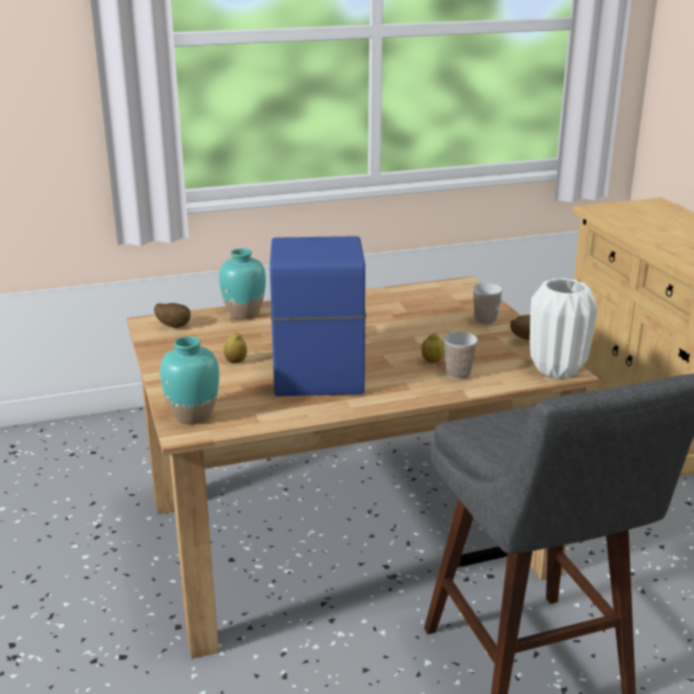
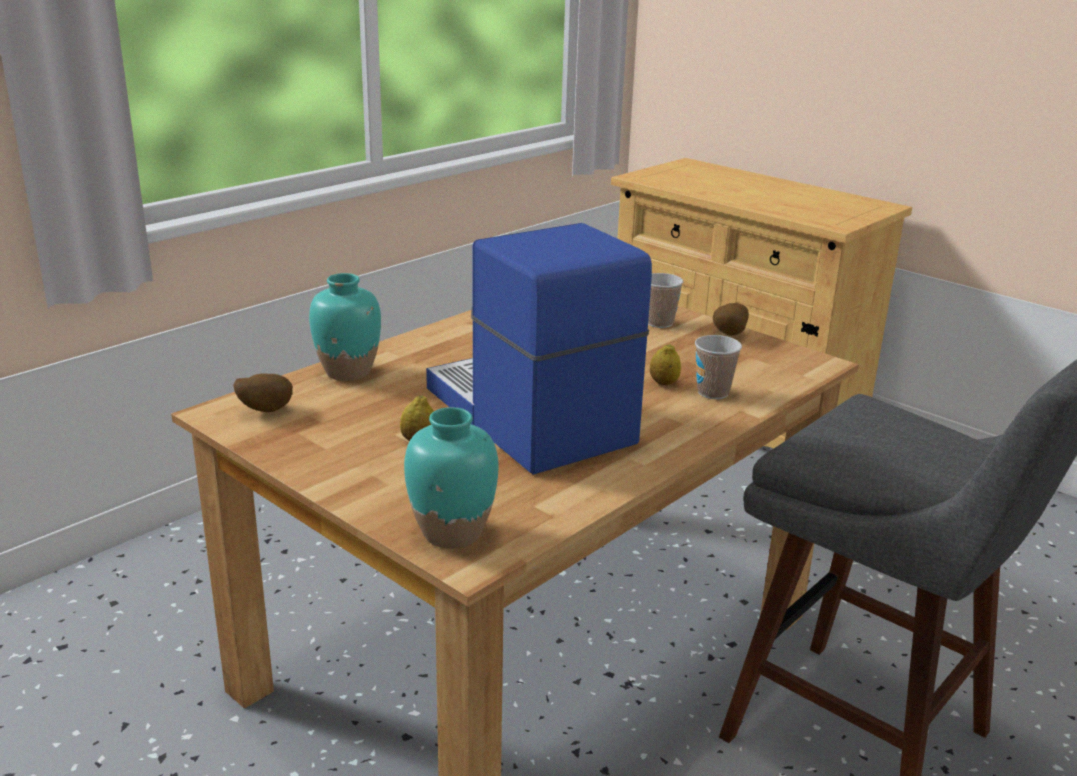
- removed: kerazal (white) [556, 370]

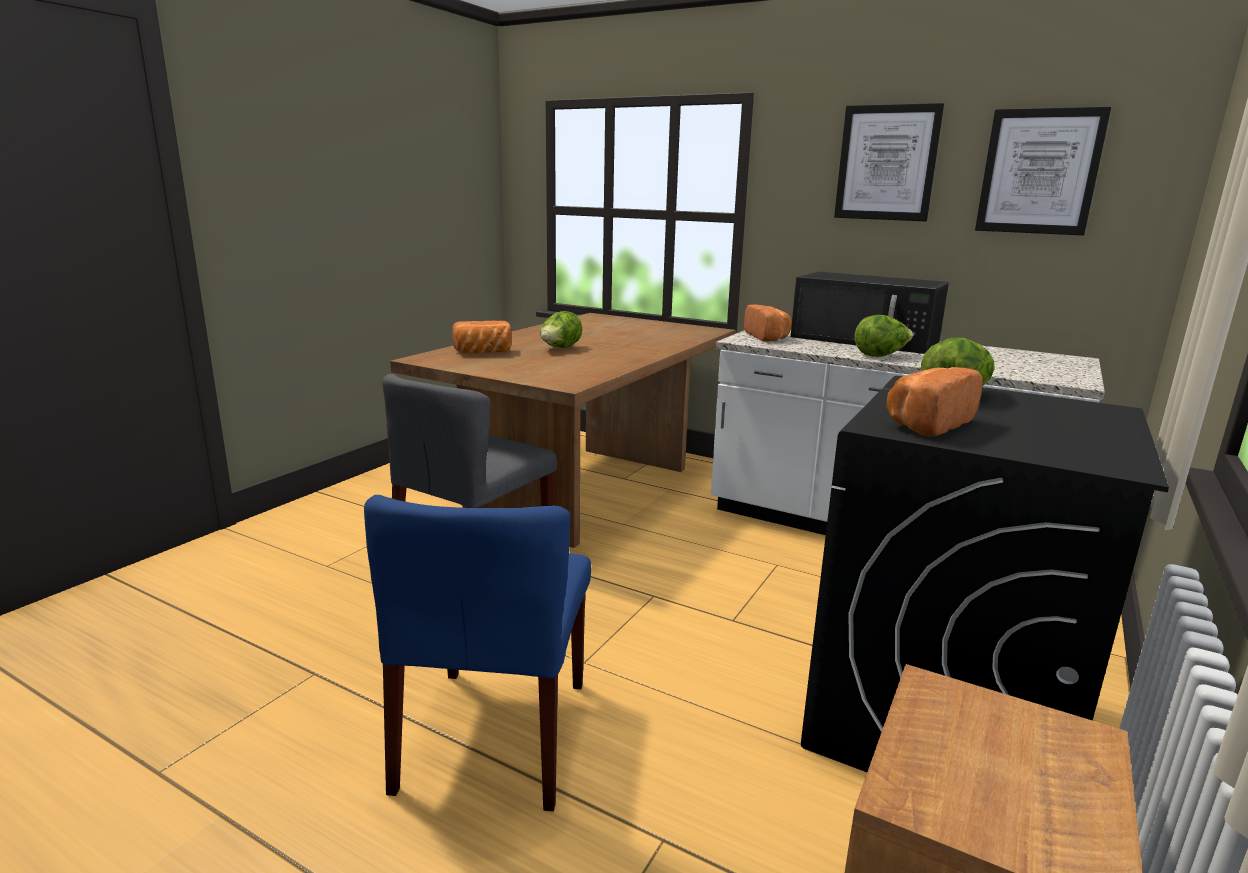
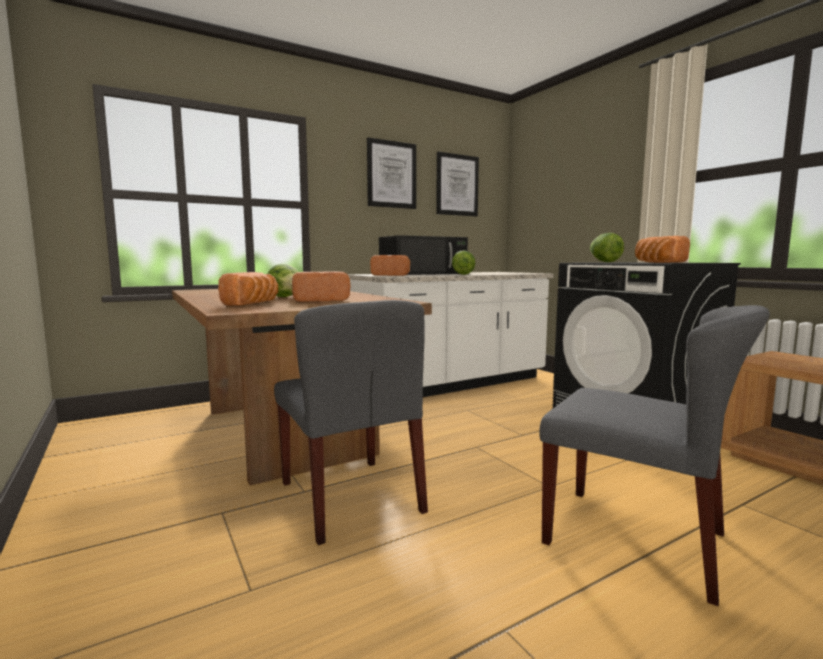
- added: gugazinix [320, 300]
- recoloured: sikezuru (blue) [495, 735] to sikezuru (grey) [636, 538]

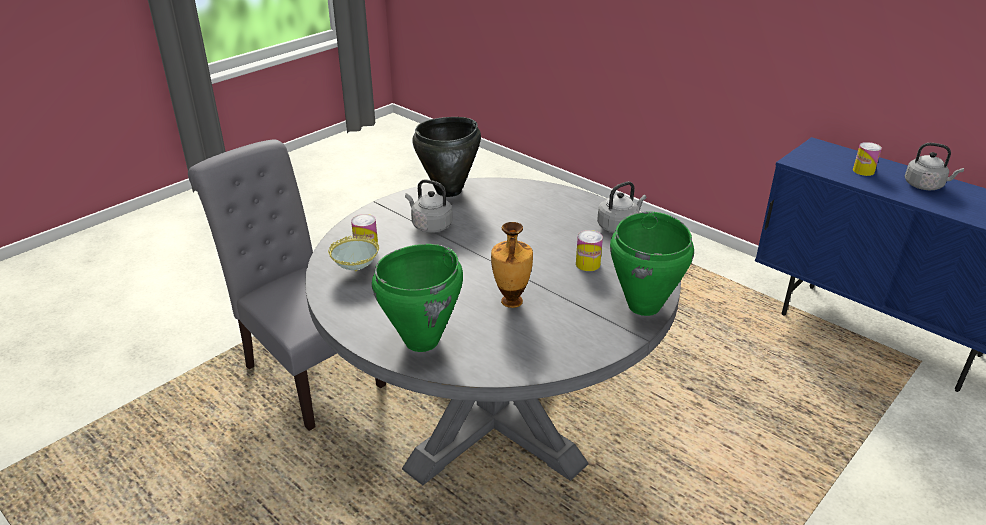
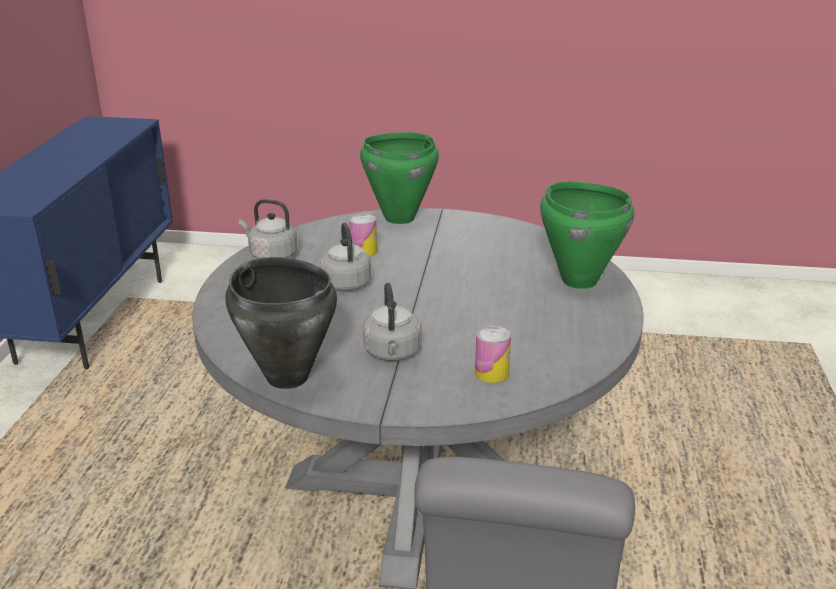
- removed: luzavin [356, 271]
- removed: kerazal [511, 302]
- removed: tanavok [863, 171]
- moved: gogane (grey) [925, 186] to [345, 282]

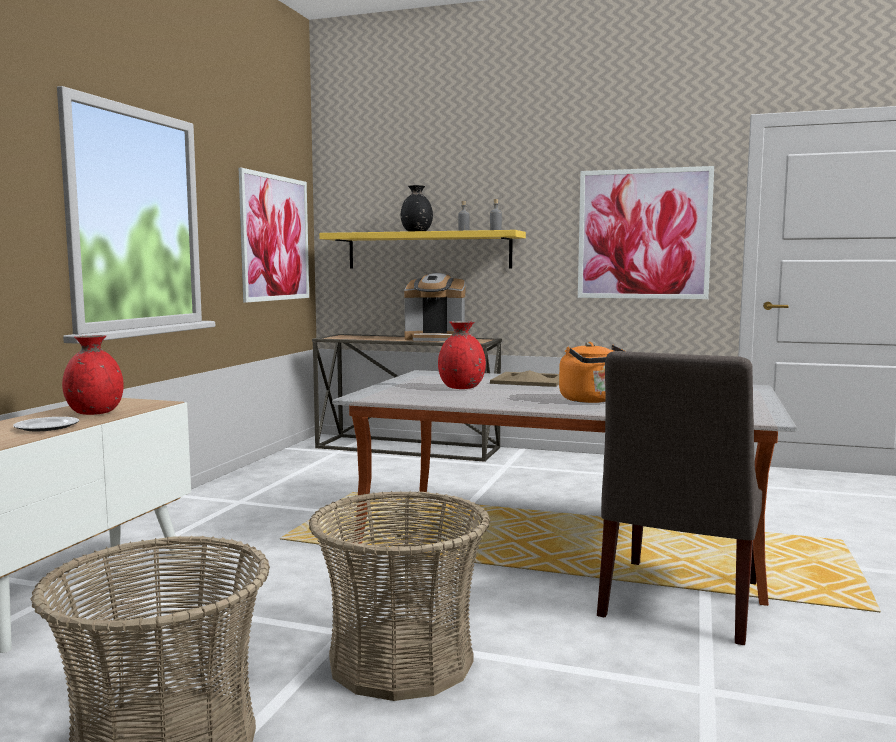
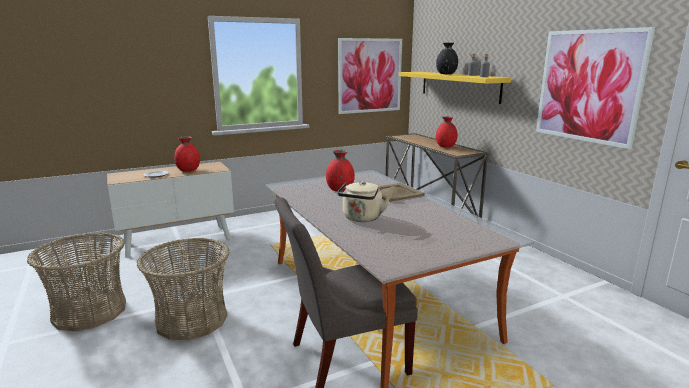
- replaced: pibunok [435, 339] to kerazal (red) [446, 146]
- recoloured: gogane (orange) [592, 400] to gogane (beige) [361, 218]

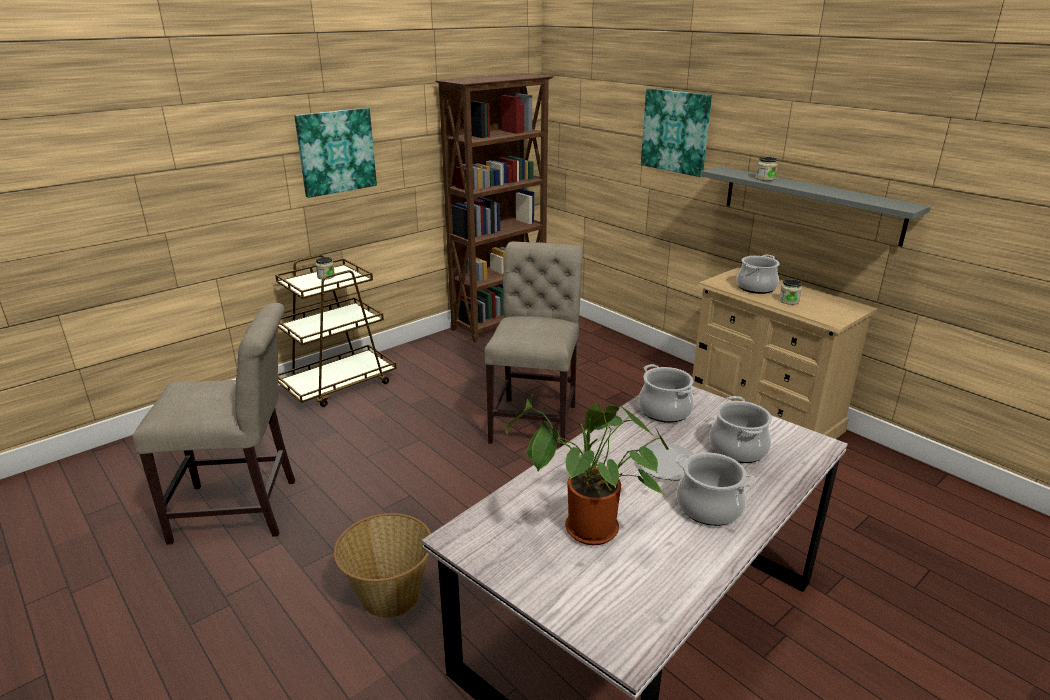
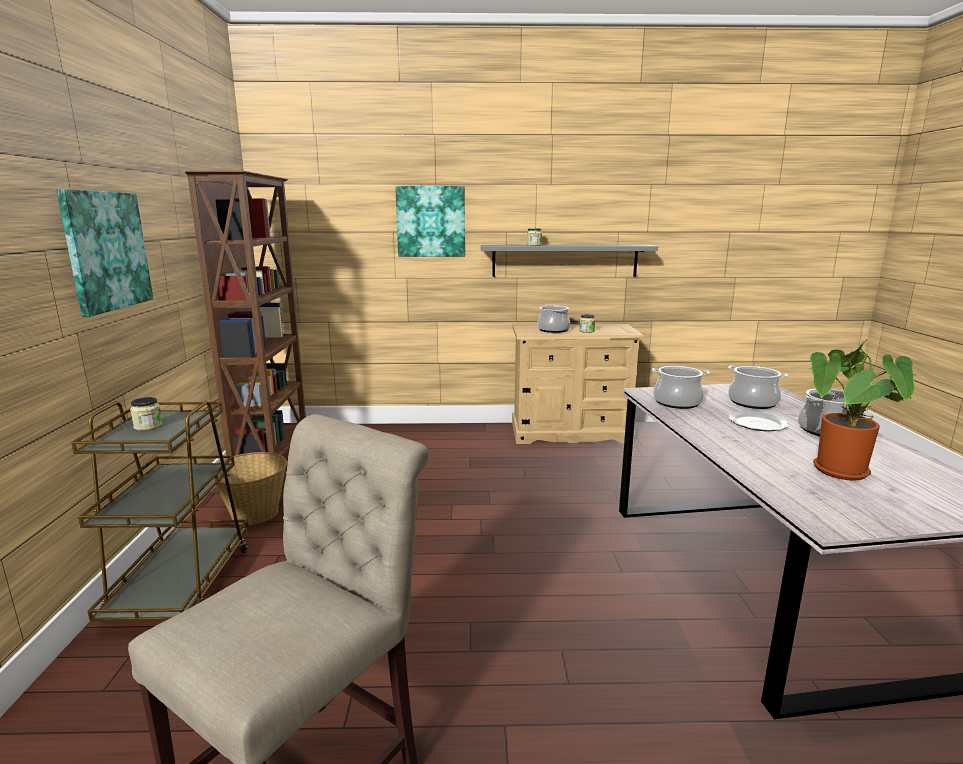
- removed: sikezuru (beige) [536, 420]
- moved: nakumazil [389, 595] to [254, 513]

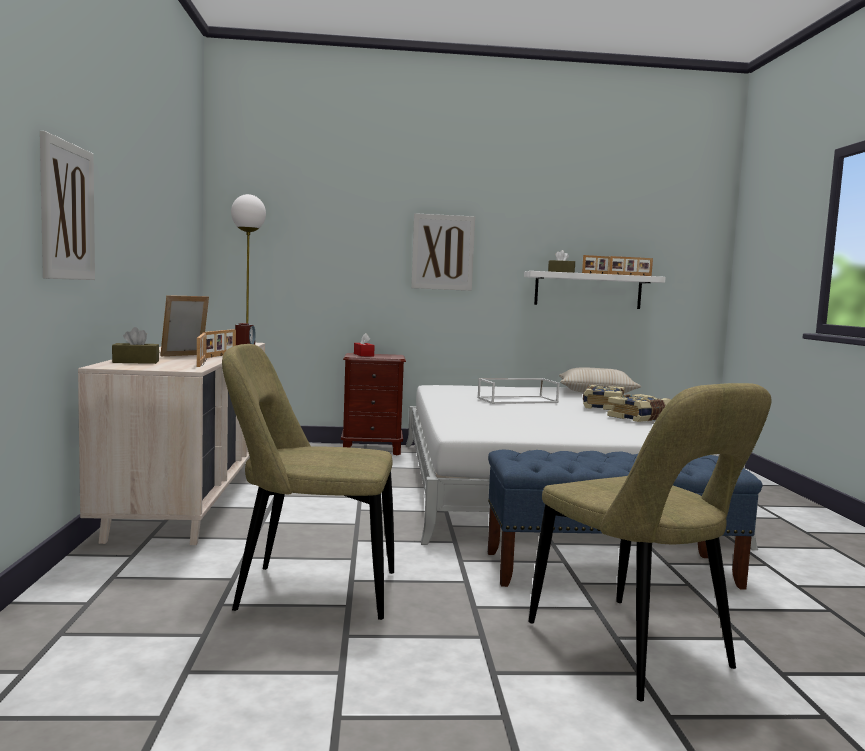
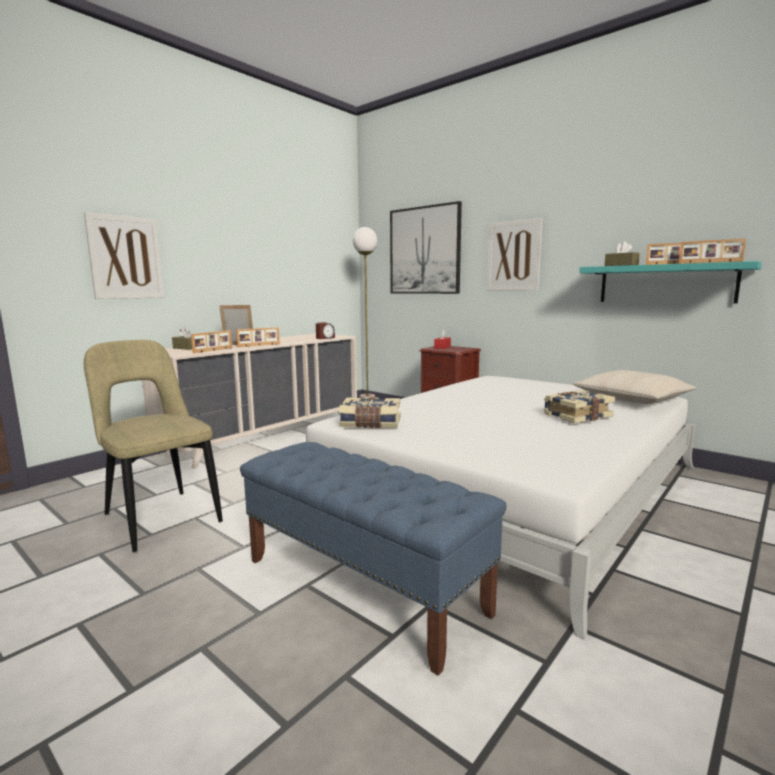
- removed: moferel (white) [517, 400]
- removed: sikezuru (beige) [634, 650]
- added: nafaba [424, 250]
- moved: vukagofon [640, 418] to [370, 424]
- recoloured: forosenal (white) [588, 290] to forosenal (turquoise) [665, 284]

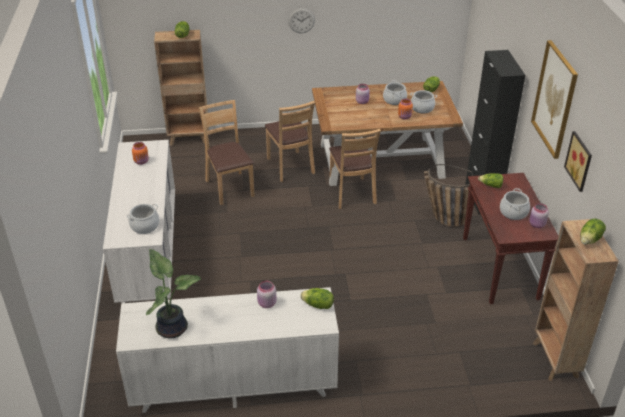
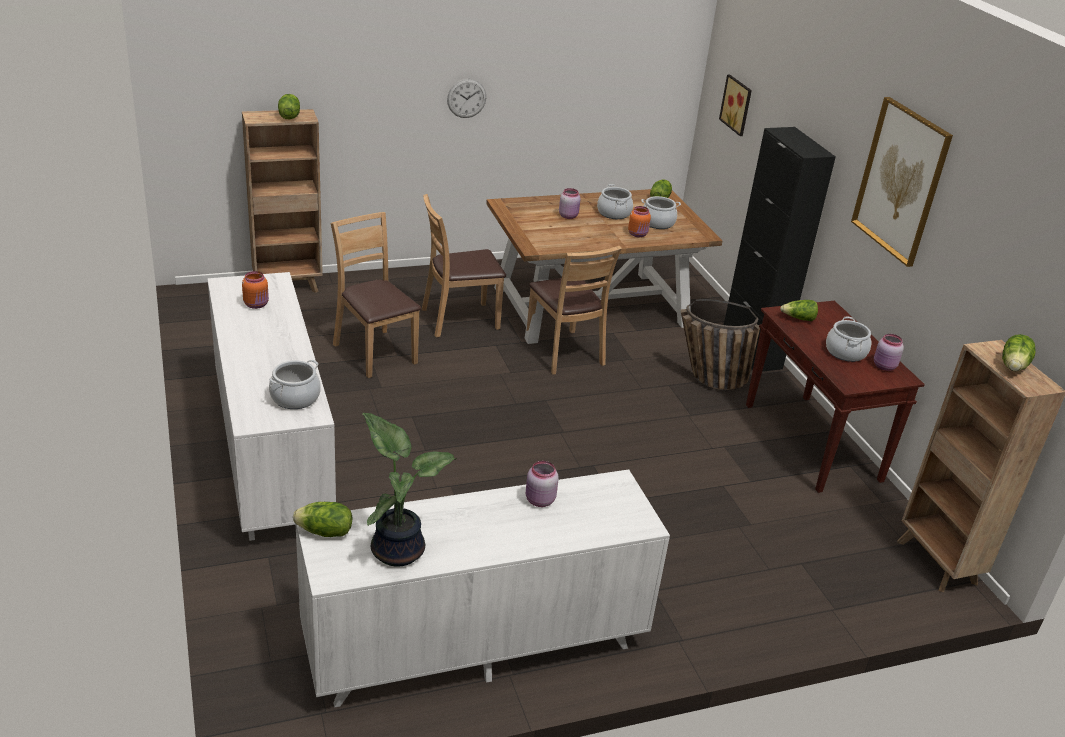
- moved: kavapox [318, 305] to [325, 532]
- moved: nafaba [580, 161] to [738, 105]
- turned: sikezuru (brown) [290, 166] = [459, 319] 105 degrees clockwise

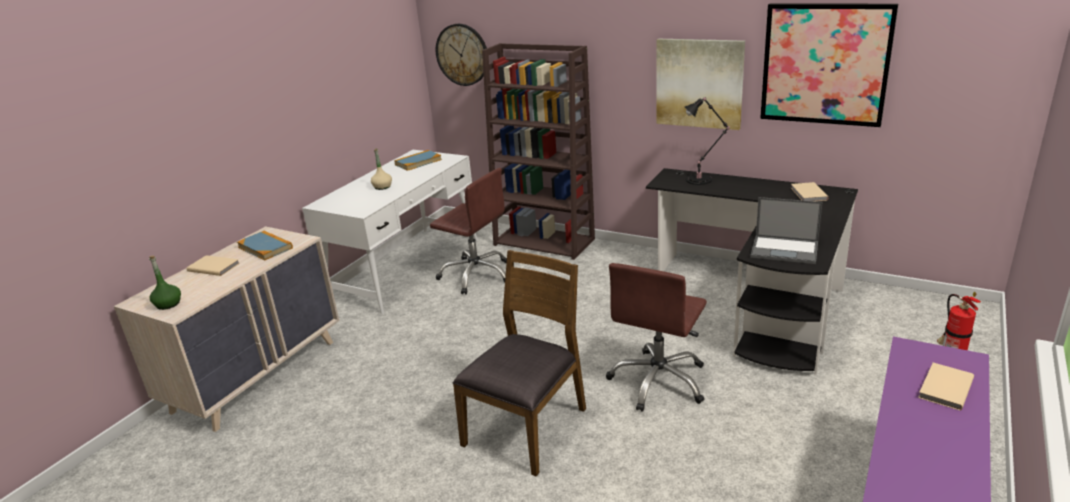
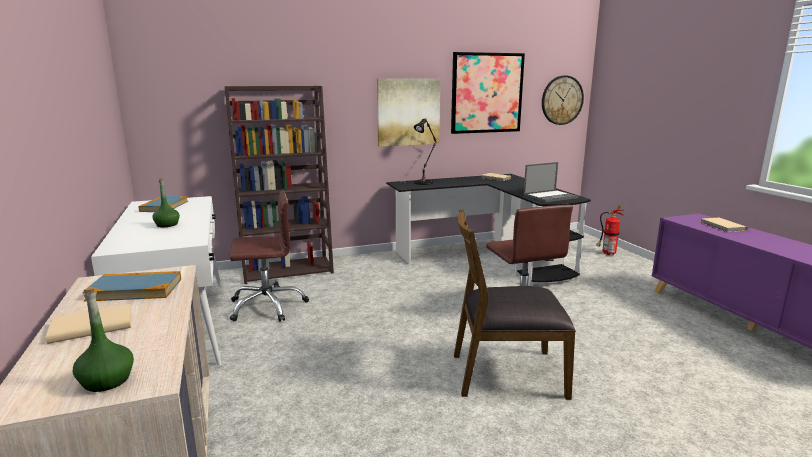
- moved: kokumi [462, 54] to [562, 100]
- recoloured: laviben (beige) [382, 187] to laviben (green) [167, 225]
- turned: sikezuru (brown) [527, 427] = [506, 374] 75 degrees counterclockwise

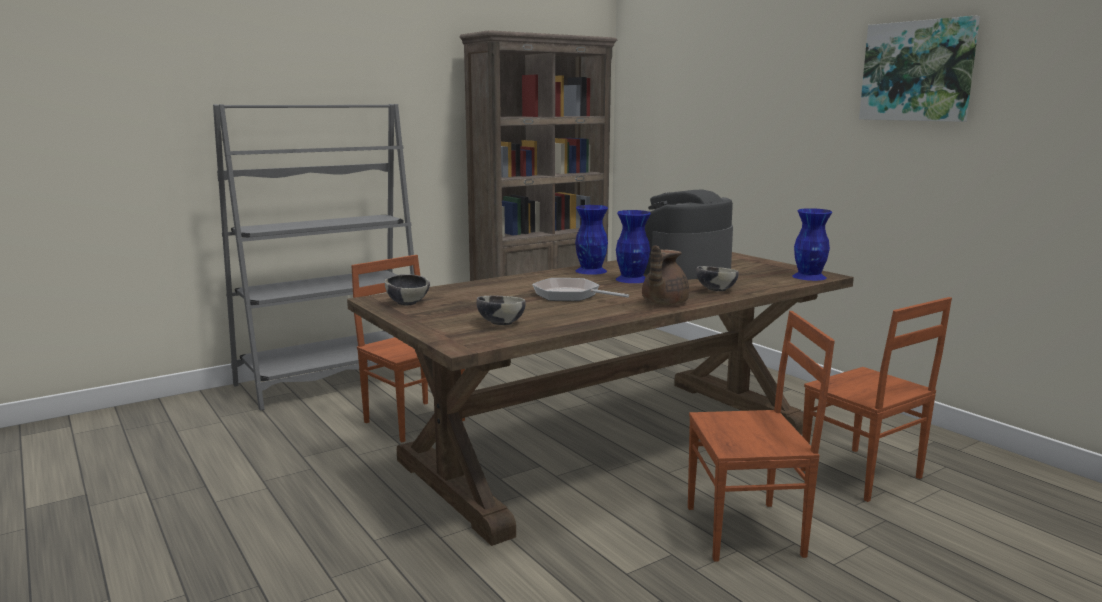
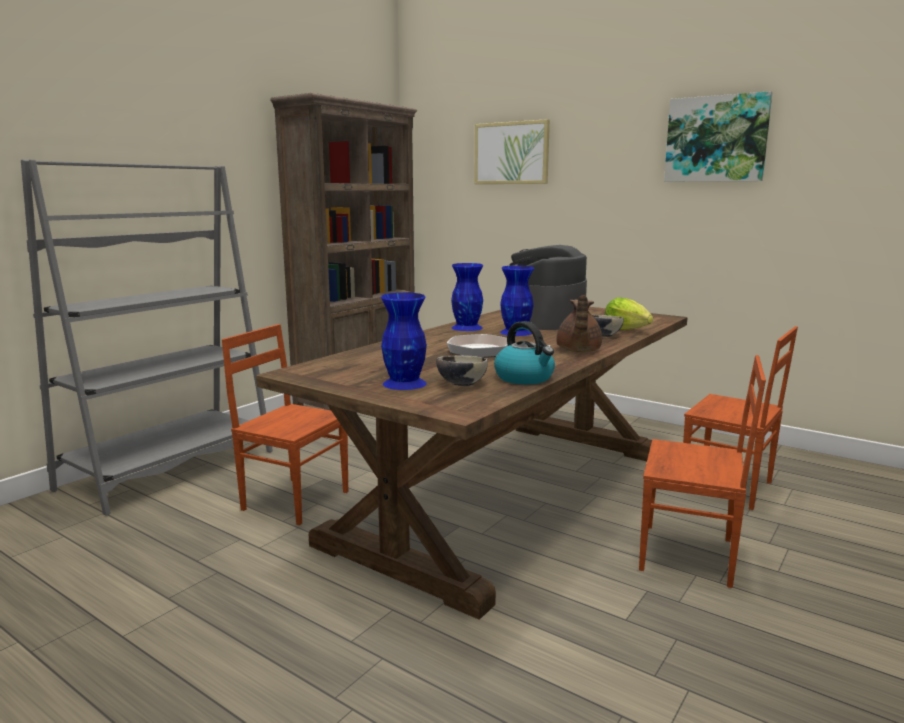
- removed: luzavin [408, 303]
- added: nafaba [511, 153]
- added: gogane [525, 378]
- added: kavapox [626, 330]
- moved: kerazal (blue) [809, 277] to [405, 383]
- turned: sikezuru (brown) [747, 532] = [688, 555] 45 degrees clockwise

